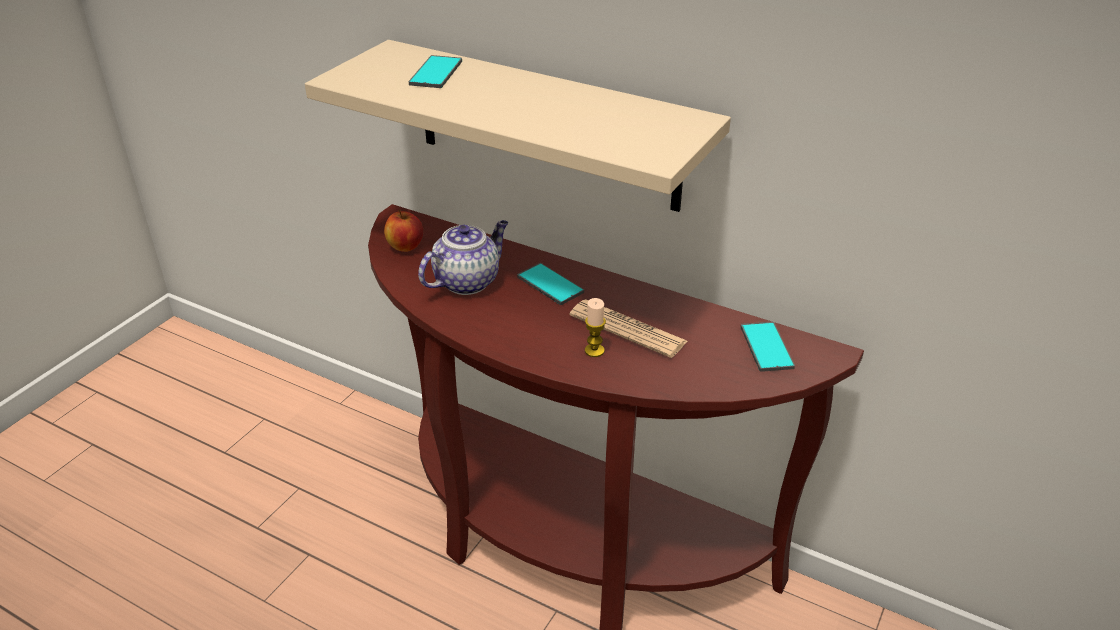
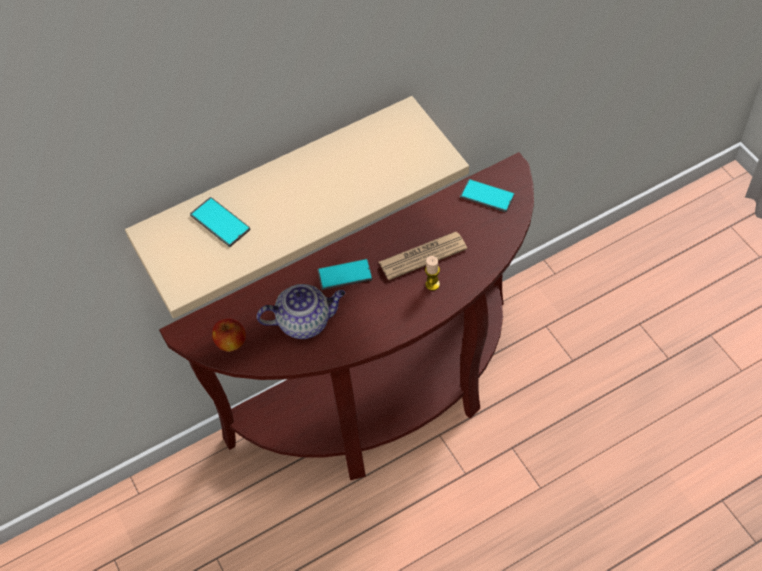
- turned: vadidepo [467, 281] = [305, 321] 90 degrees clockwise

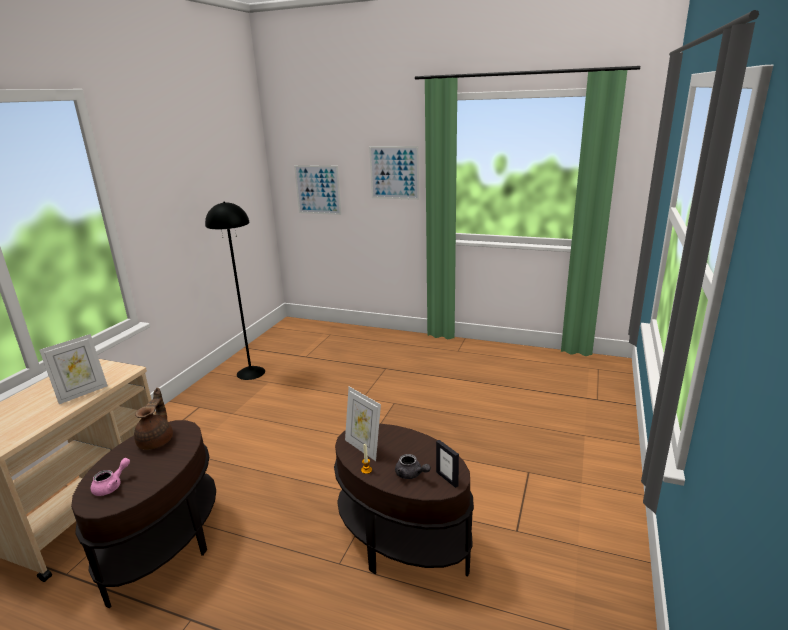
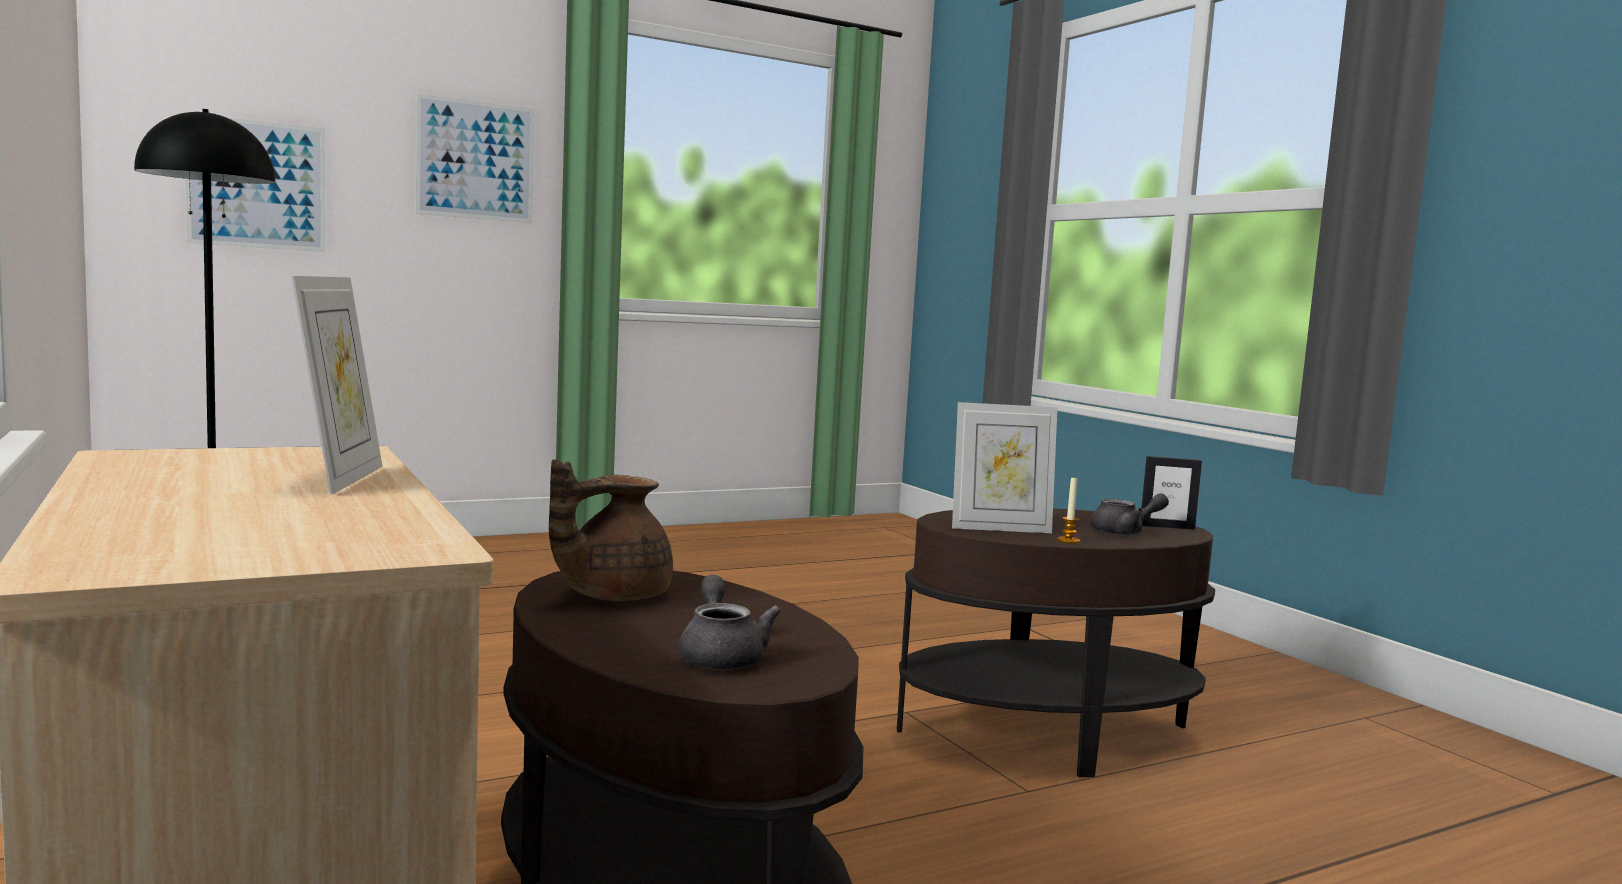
- recoloured: vadidepo (pink) [112, 486] to vadidepo (grey) [721, 655]
- turned: vadidepo (brown) [157, 441] = [611, 595] 90 degrees counterclockwise

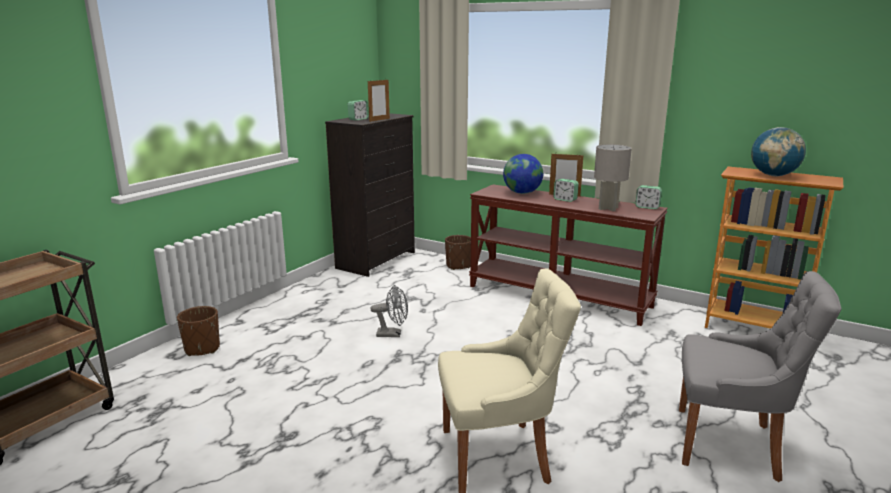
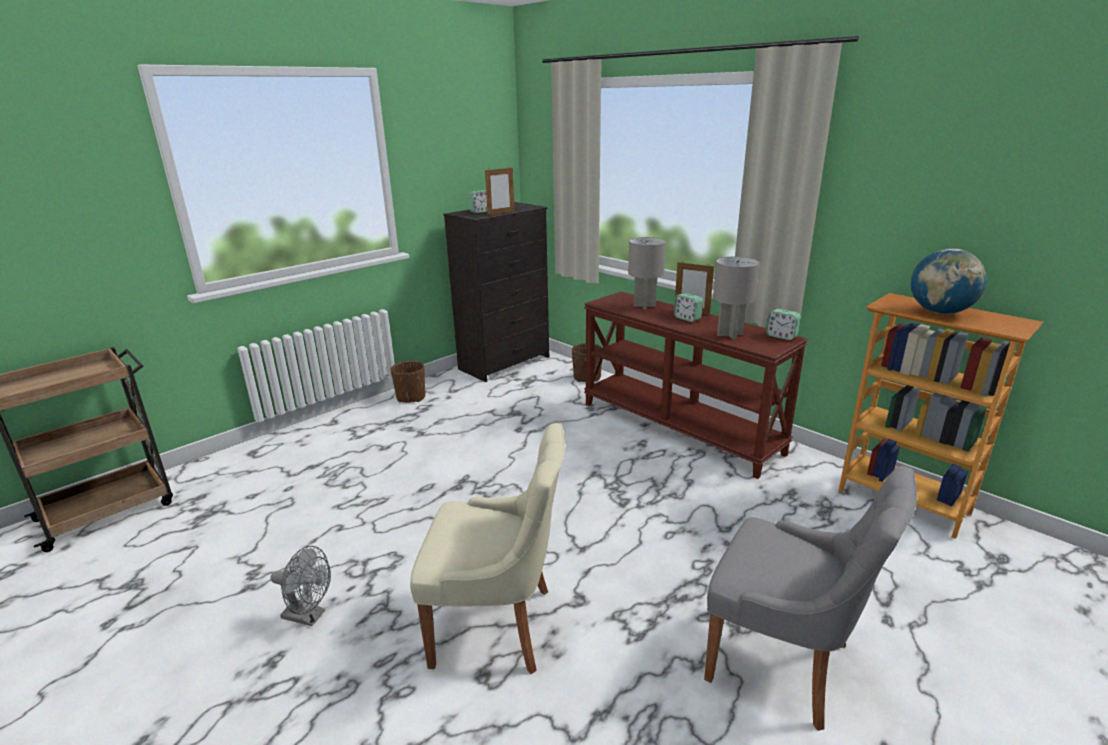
- moved: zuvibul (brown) [202, 349] to [411, 397]
- moved: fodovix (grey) [393, 334] to [309, 616]
- replaced: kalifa [522, 193] to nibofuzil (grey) [644, 306]

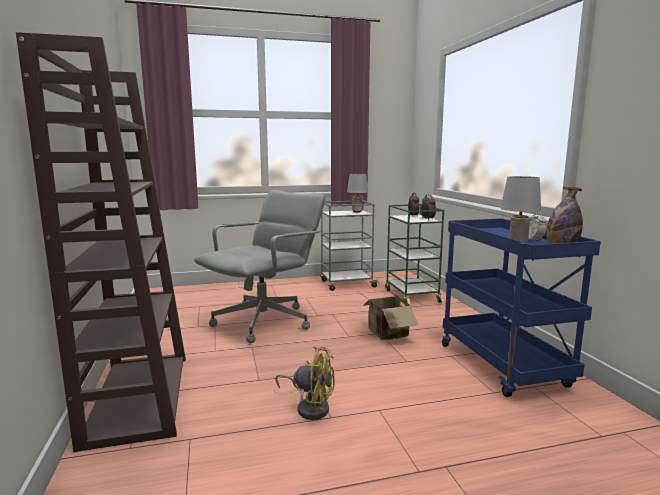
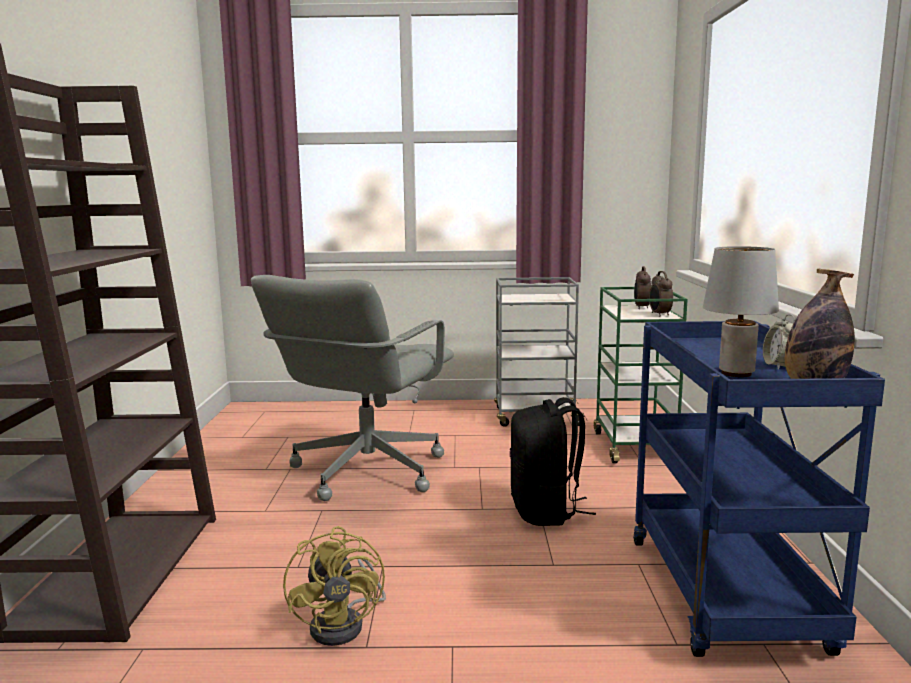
- removed: nibofuzil (grey) [357, 211]
- replaced: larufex [385, 334] to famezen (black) [546, 511]
- turned: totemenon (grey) [264, 322] = [366, 471] 150 degrees clockwise
- turned: fodovix (yellow) [310, 407] = [345, 624] 45 degrees clockwise

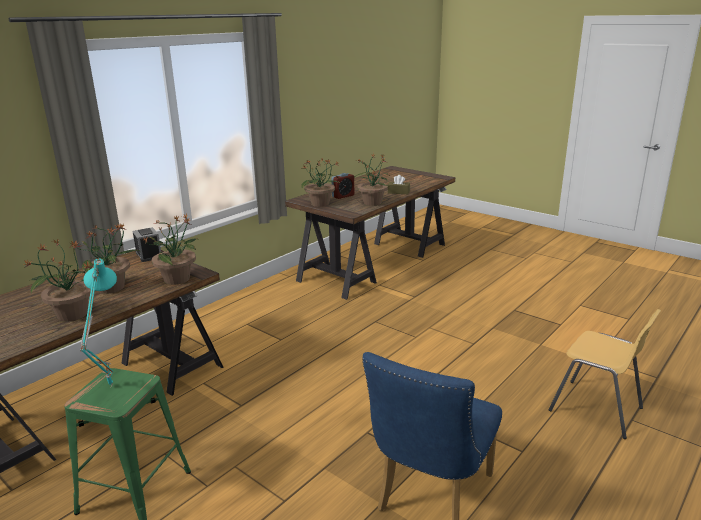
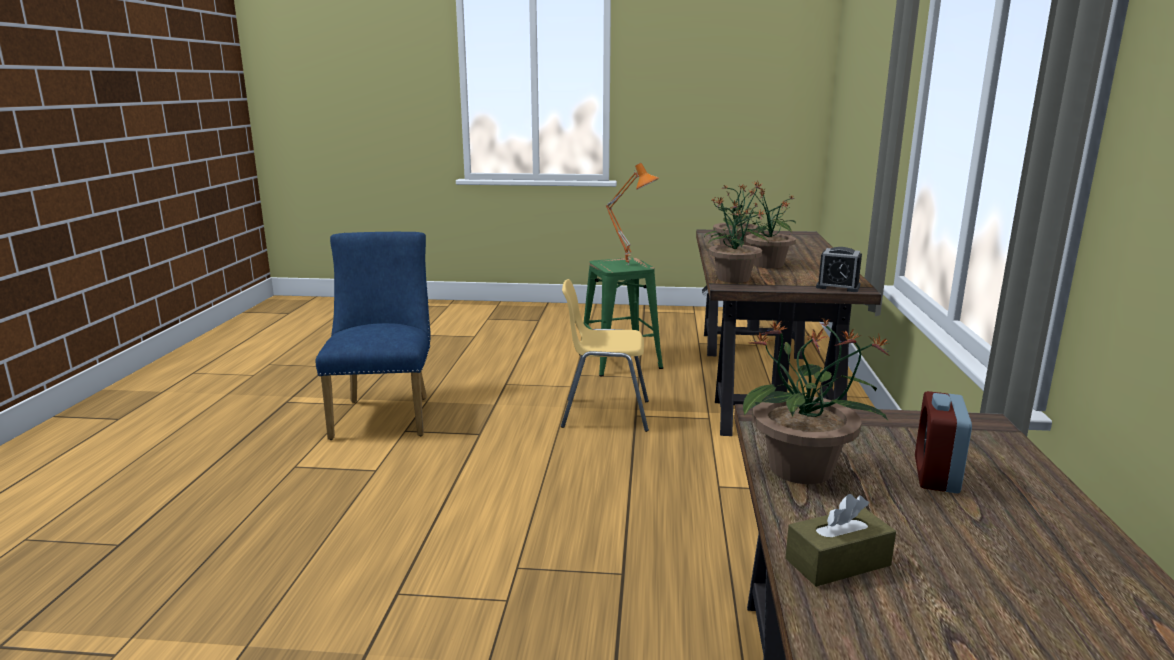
- removed: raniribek [320, 204]
- moved: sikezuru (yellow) [596, 409] to [605, 414]
- recoloured: nibofuzil (turquoise) [109, 386] to nibofuzil (orange) [629, 264]

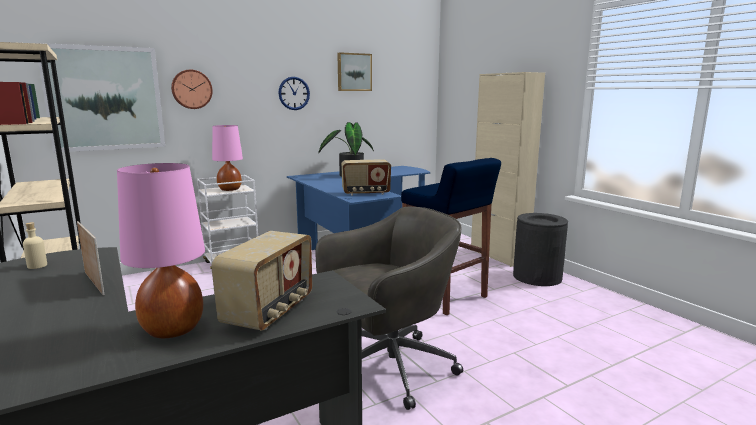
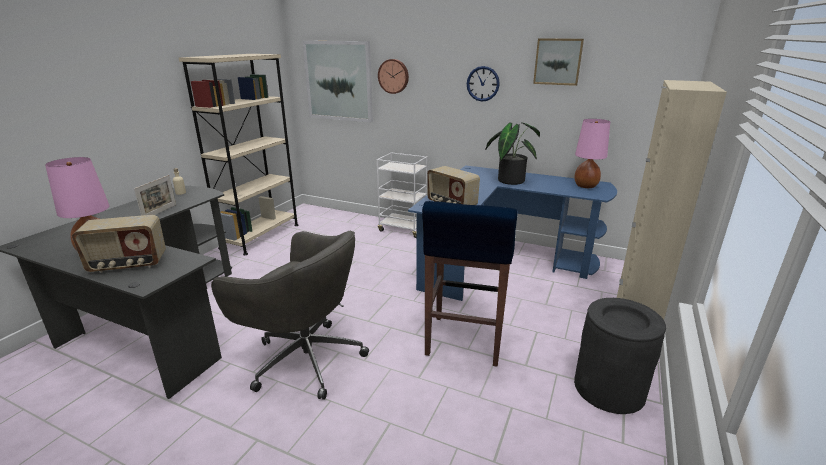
- moved: nibofuzil (pink) [230, 189] to [585, 186]

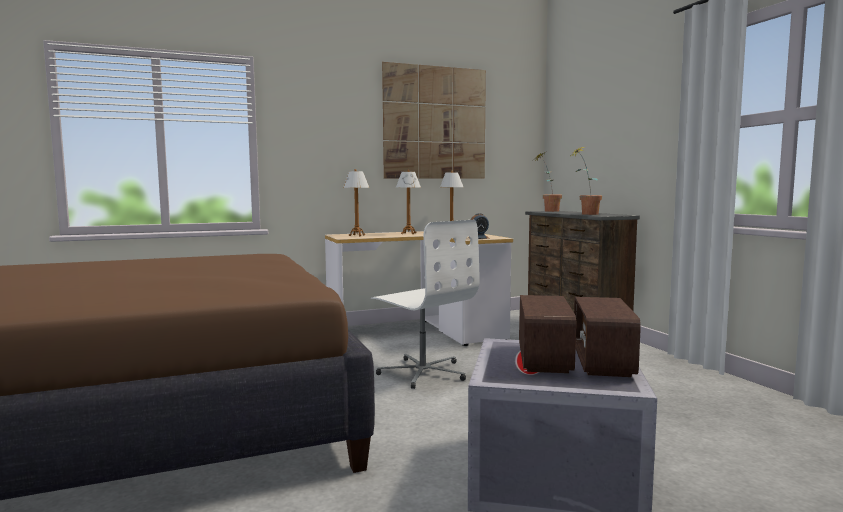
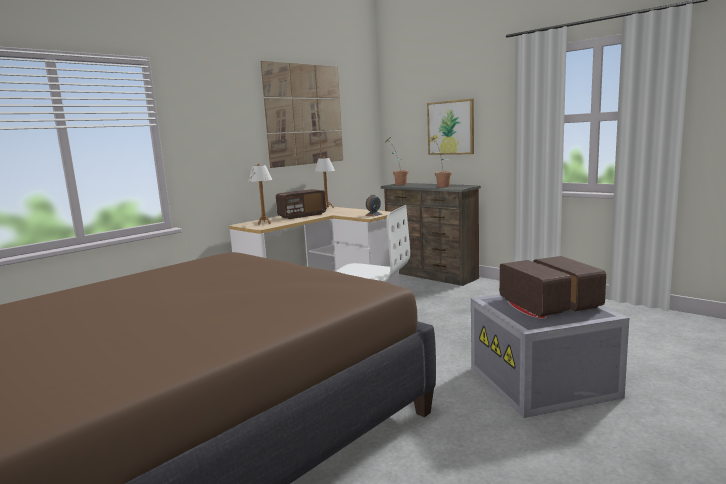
- added: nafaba [451, 127]
- replaced: nibofuzil [408, 233] to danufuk [302, 215]

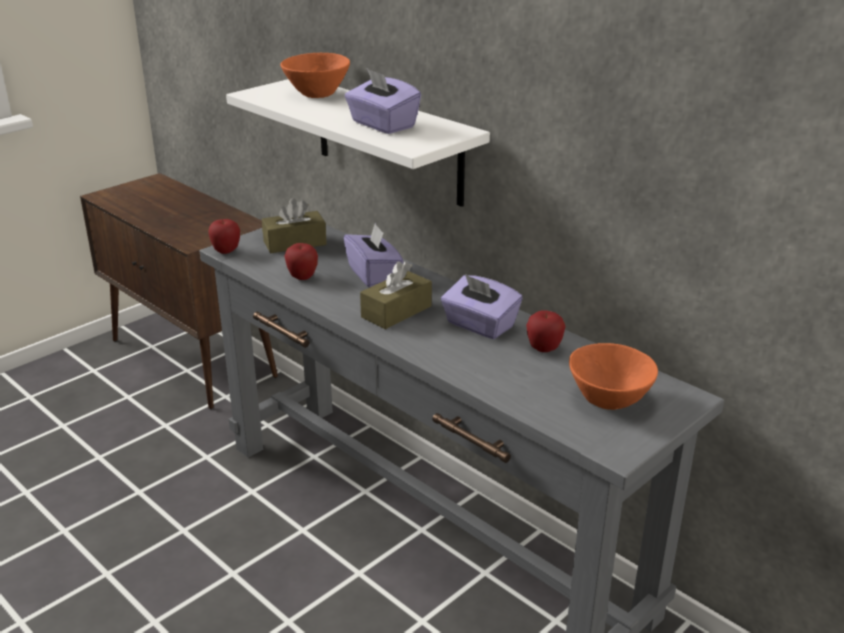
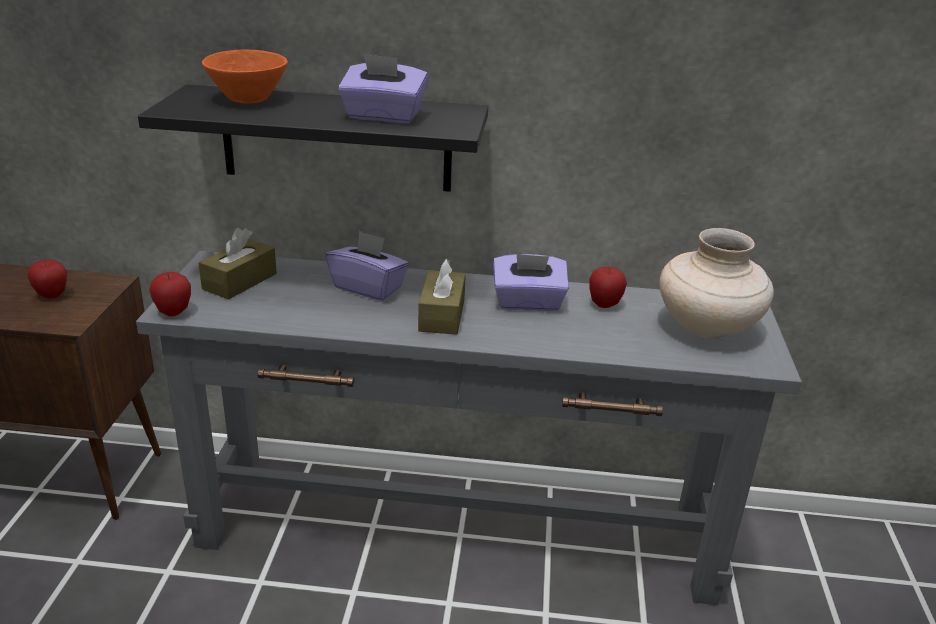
- moved: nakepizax [302, 277] to [52, 296]
- replaced: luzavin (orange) [608, 401] to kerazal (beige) [707, 328]
- recoloured: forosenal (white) [388, 140] to forosenal (black) [336, 139]

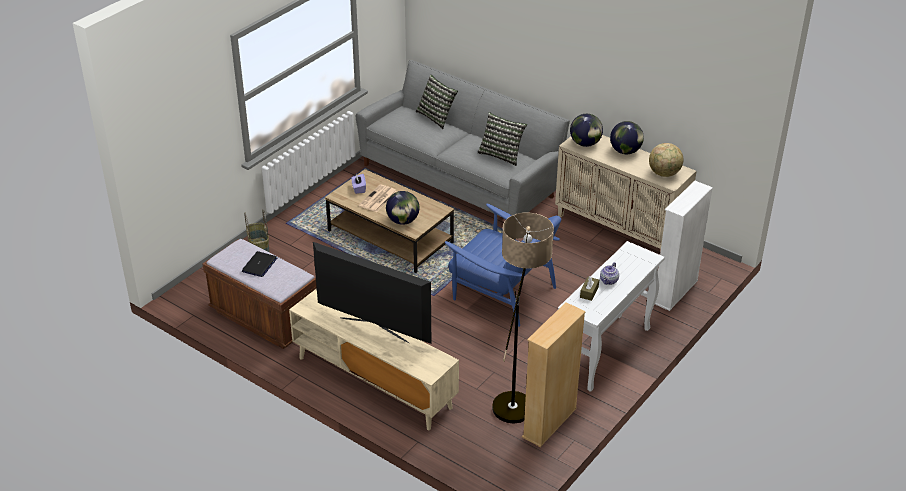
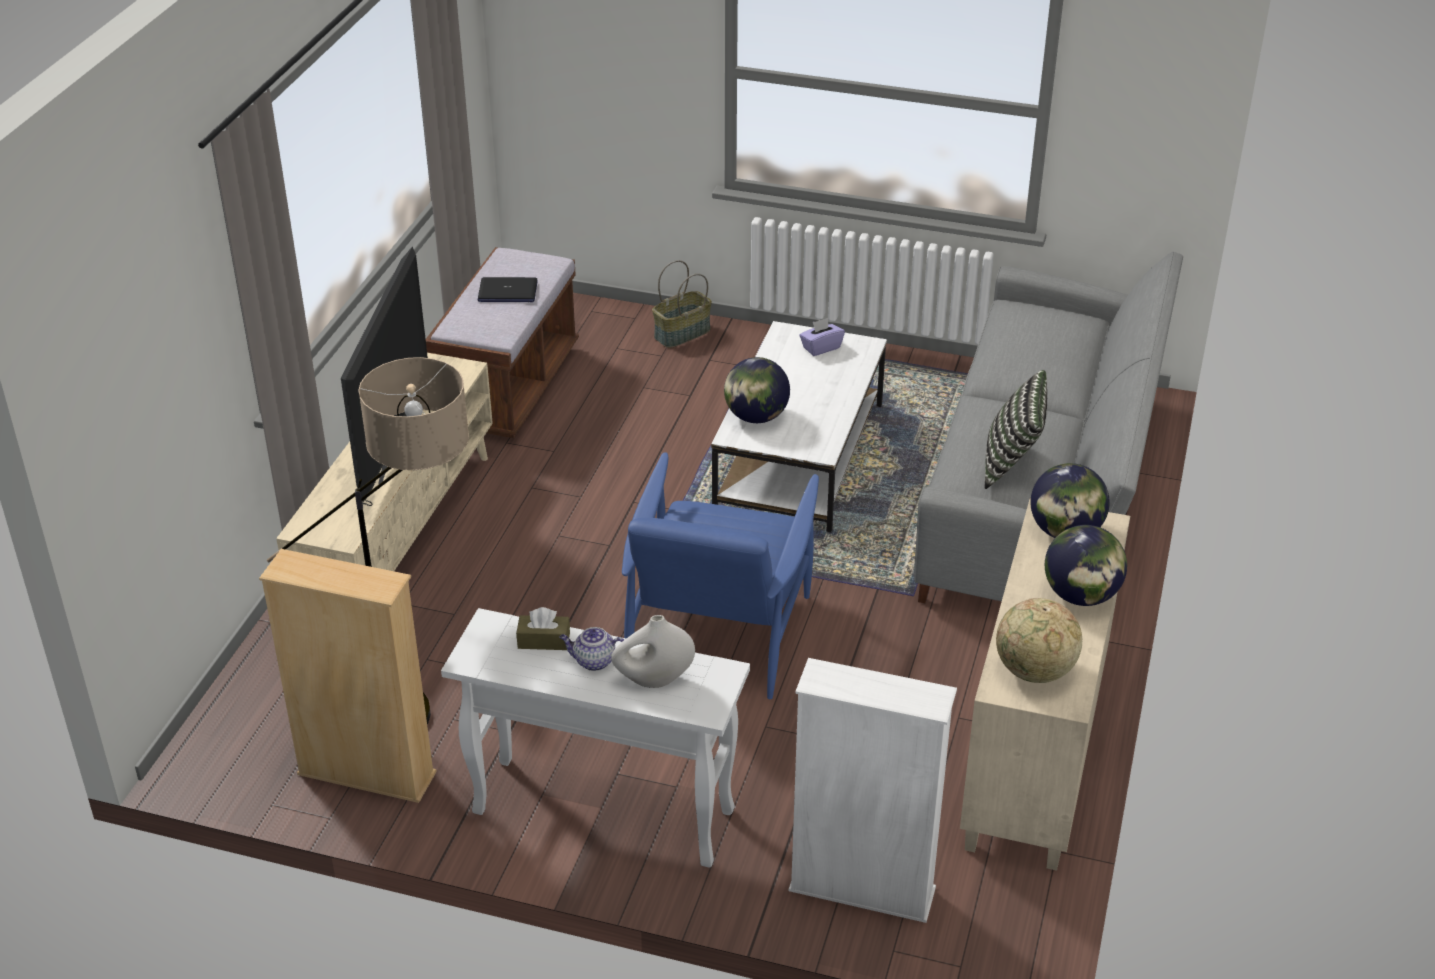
- removed: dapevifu [378, 199]
- removed: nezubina [437, 117]
- added: kerazal (white) [654, 680]
- recoloured: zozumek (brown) [391, 237] to zozumek (white) [800, 457]

